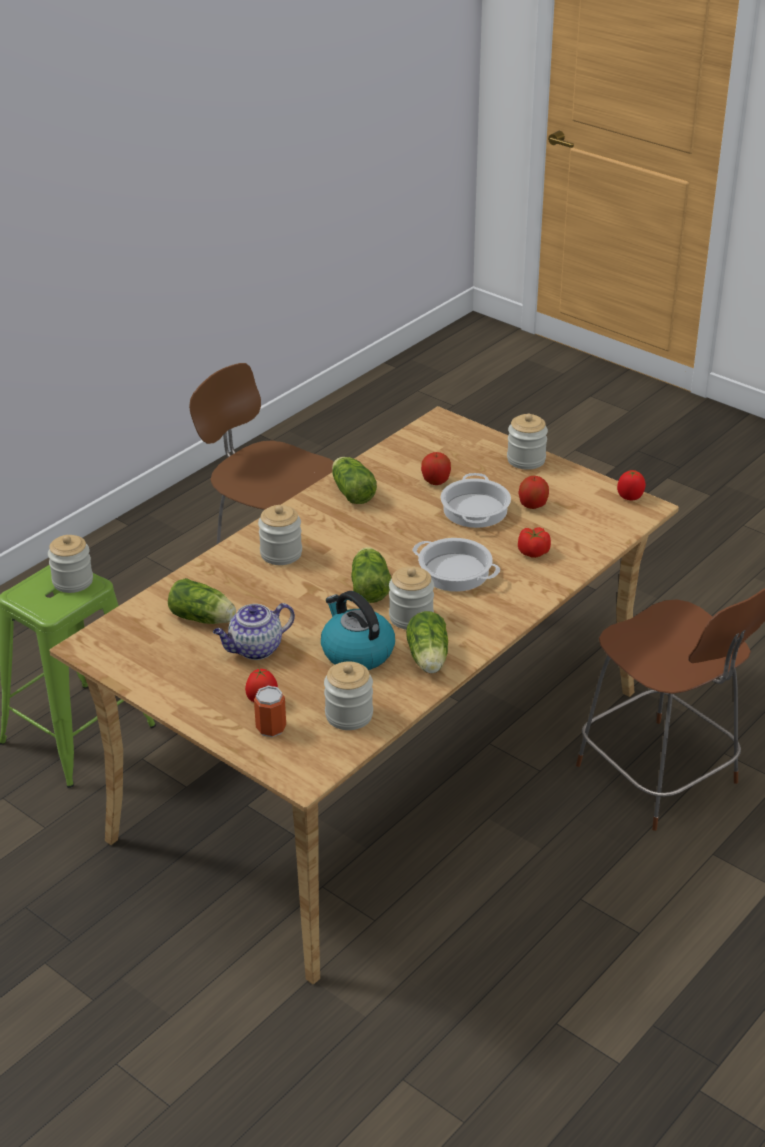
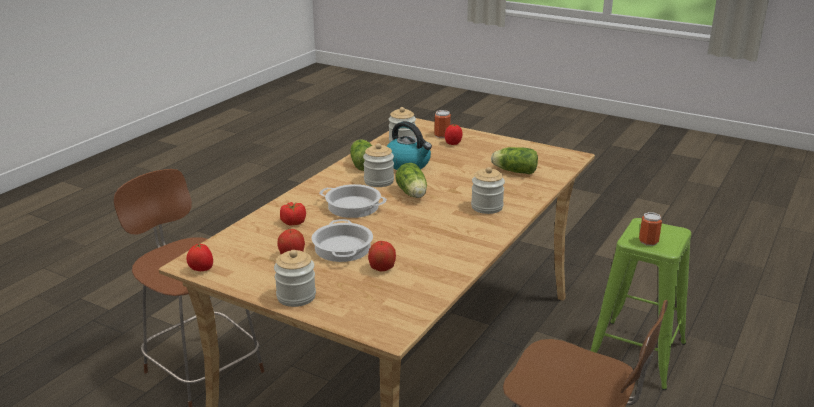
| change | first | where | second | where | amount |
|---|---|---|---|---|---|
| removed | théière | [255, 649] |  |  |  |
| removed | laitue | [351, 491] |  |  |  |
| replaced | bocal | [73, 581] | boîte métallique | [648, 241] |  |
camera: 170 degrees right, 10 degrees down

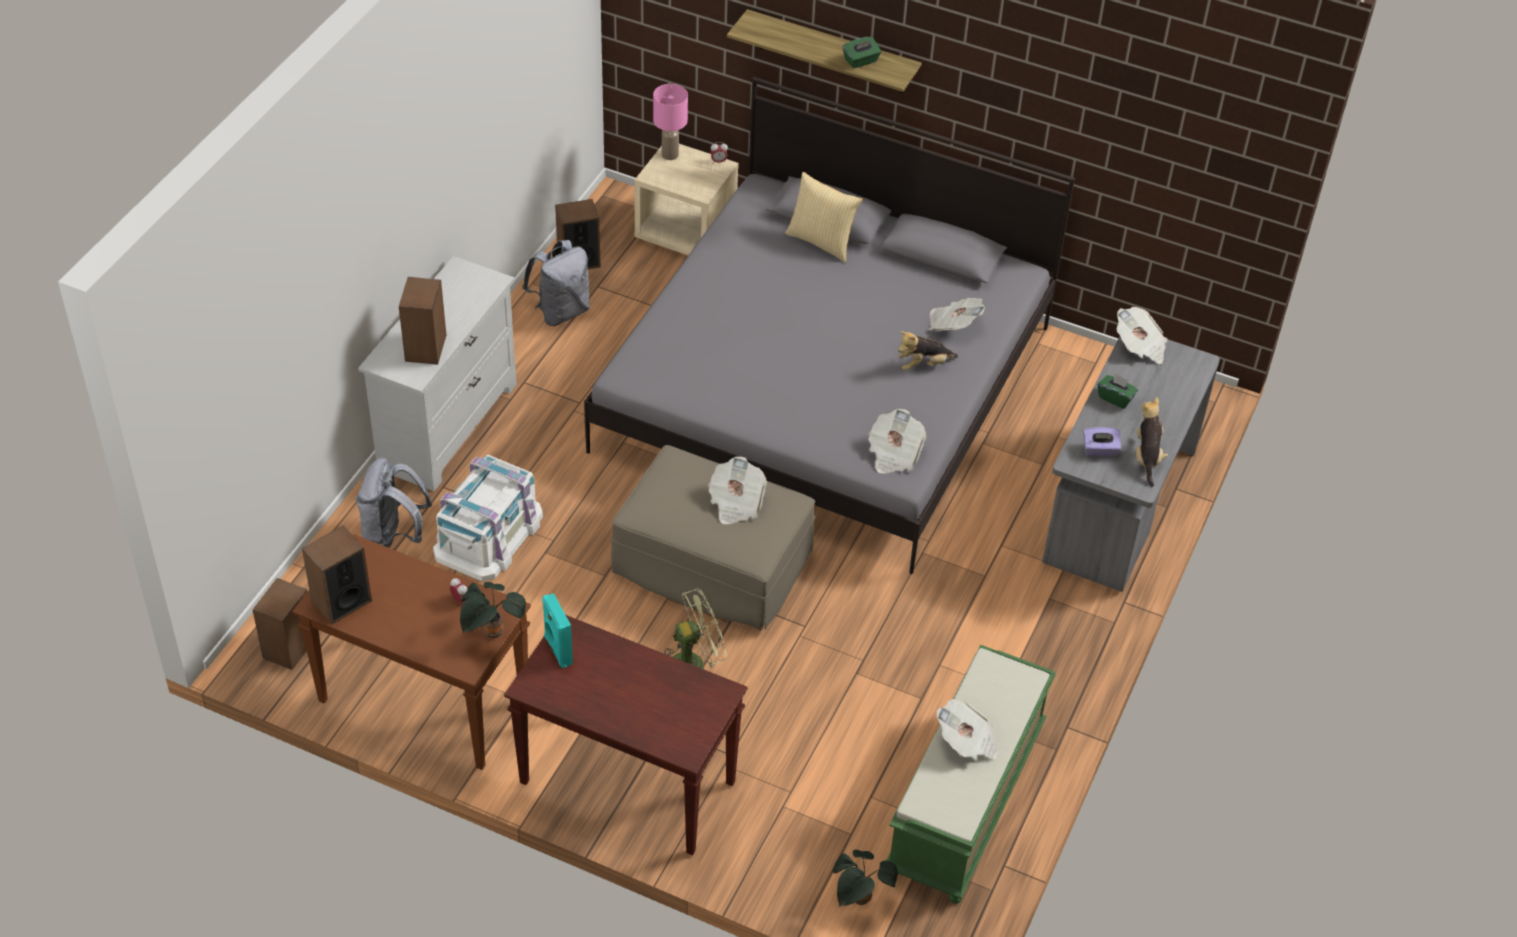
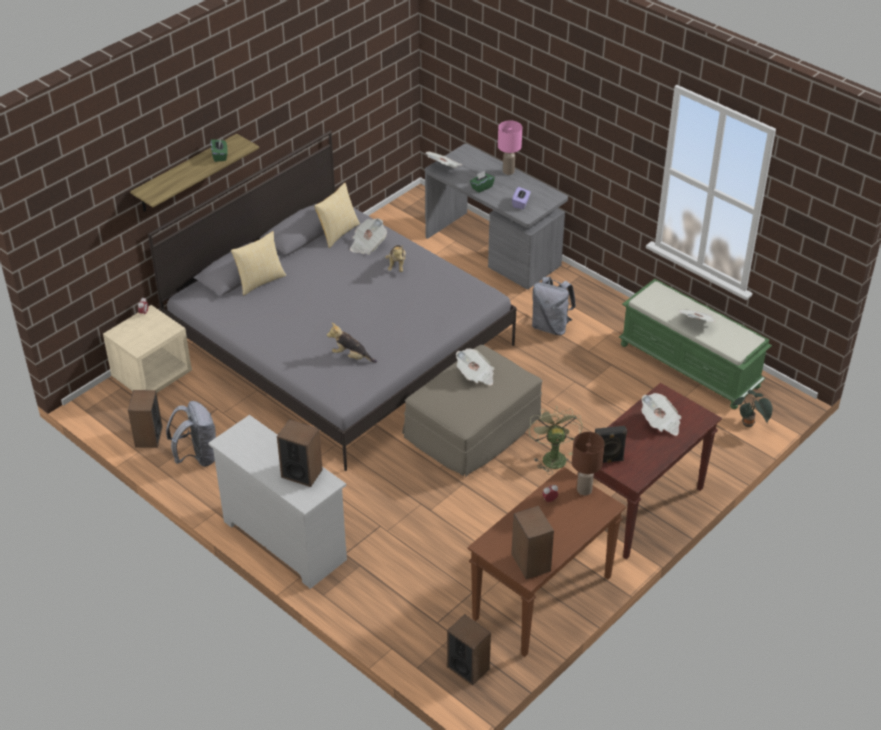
| change | first | where | second | where | amount |
|---|---|---|---|---|---|
| removed | boîte de rangement [blanc] | [488, 534] |  |  |  |
| added |  |  | coussin | [337, 233] |  |
| moved | sac à dos [gris] | [394, 536] |  | [551, 327] |  |
| moved | lampe de table [rose] | [669, 154] |  | [508, 171] |  |
| moved | journal | [893, 454] |  | [660, 423] |  |
| moved | peluche | [1147, 457] |  | [351, 356] |  |
| replaced | plante en pot | [492, 633] | lampe de table [marron] | [584, 489] |  |
| recoloured | enceinte [turquoise] | [557, 650] | enceinte [noir] | [608, 460] |  |
camera: 70 degrees left, 5 degrees down

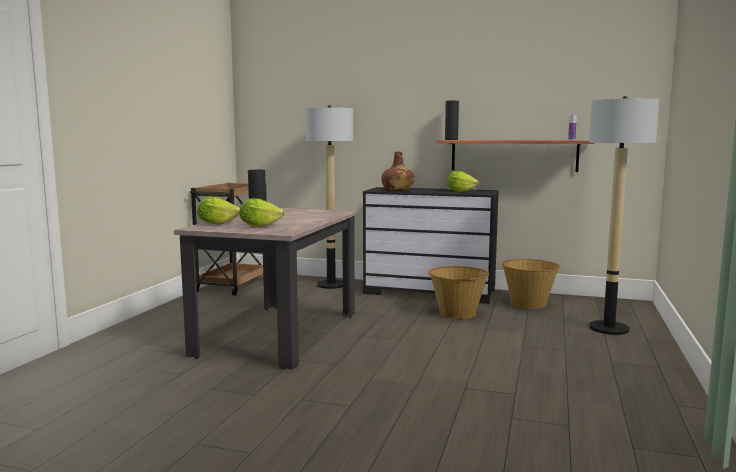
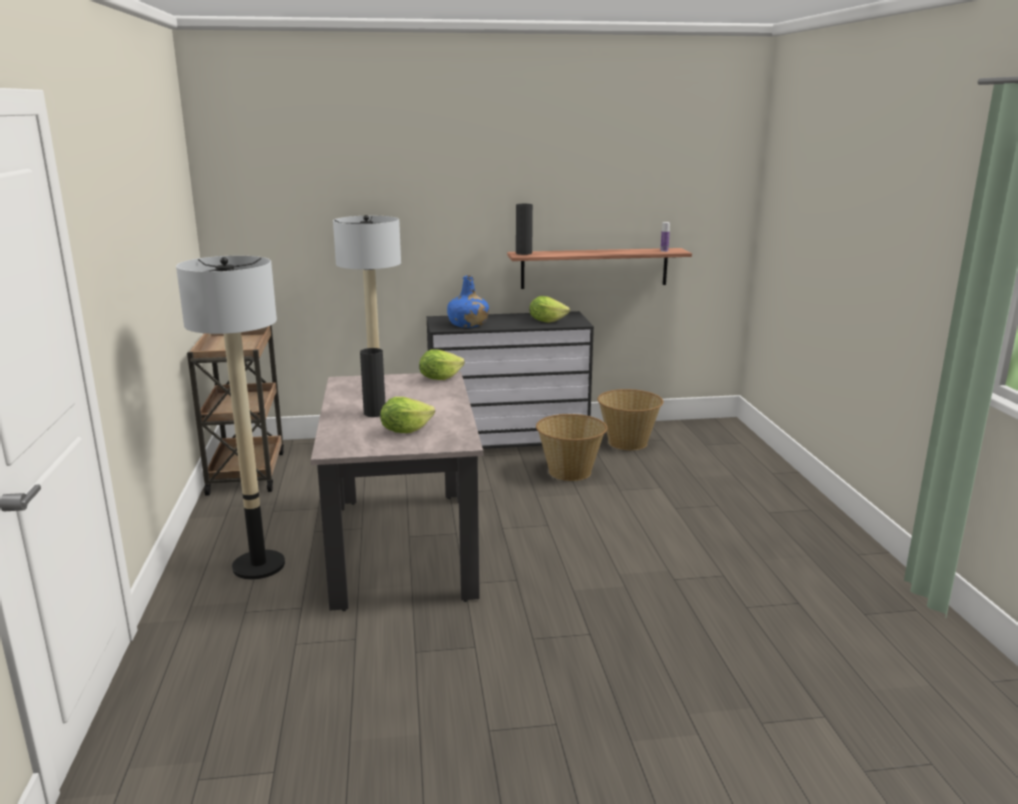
| change | first | where | second | where | amount |
|---|---|---|---|---|---|
| moved | laitue | [217, 223] |  | [439, 378] |  |
| moved | lampadaire | [609, 328] |  | [259, 565] |  |
| recoloured | bouteille [marron] | [397, 190] | bouteille [bleu] | [468, 324] |  |
camera: 25 degrees left, 10 degrees up

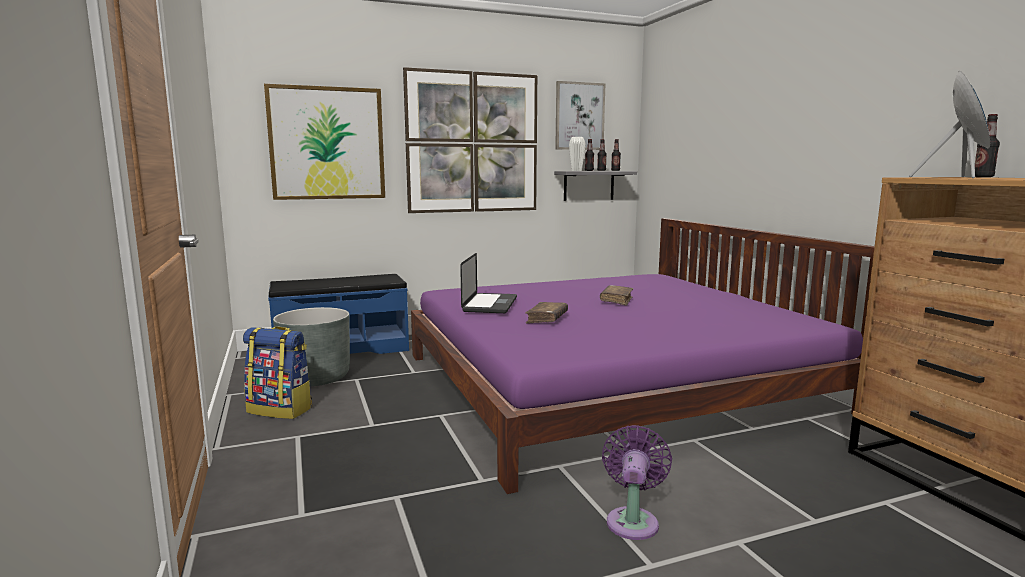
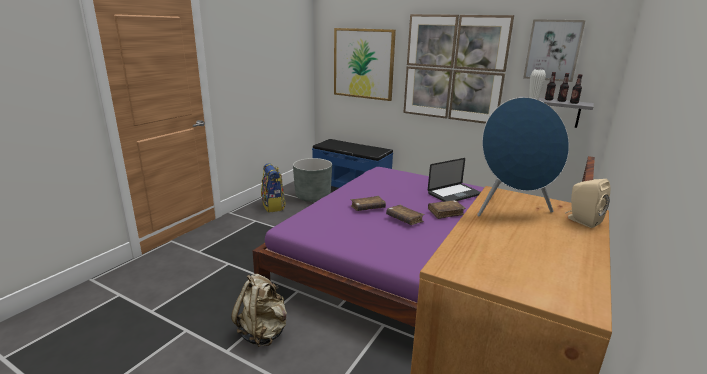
| change | first | where | second | where | amount |
|---|---|---|---|---|---|
| added |  |  | livre [marron] | [404, 219] |  |
| moved | ordinateur portable | [490, 304] |  | [454, 194] |  |
| replaced | ventilateur [violet] | [633, 520] | sac à dos [beige] | [263, 332] |  |
| replaced | bouteille | [983, 177] | enceinte [beige] | [581, 220] |  |
camera: 50 degrees right, 10 degrees up

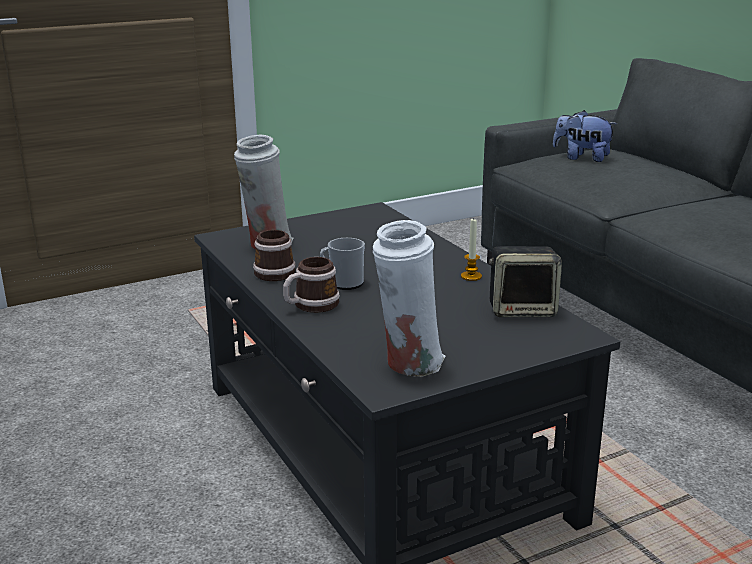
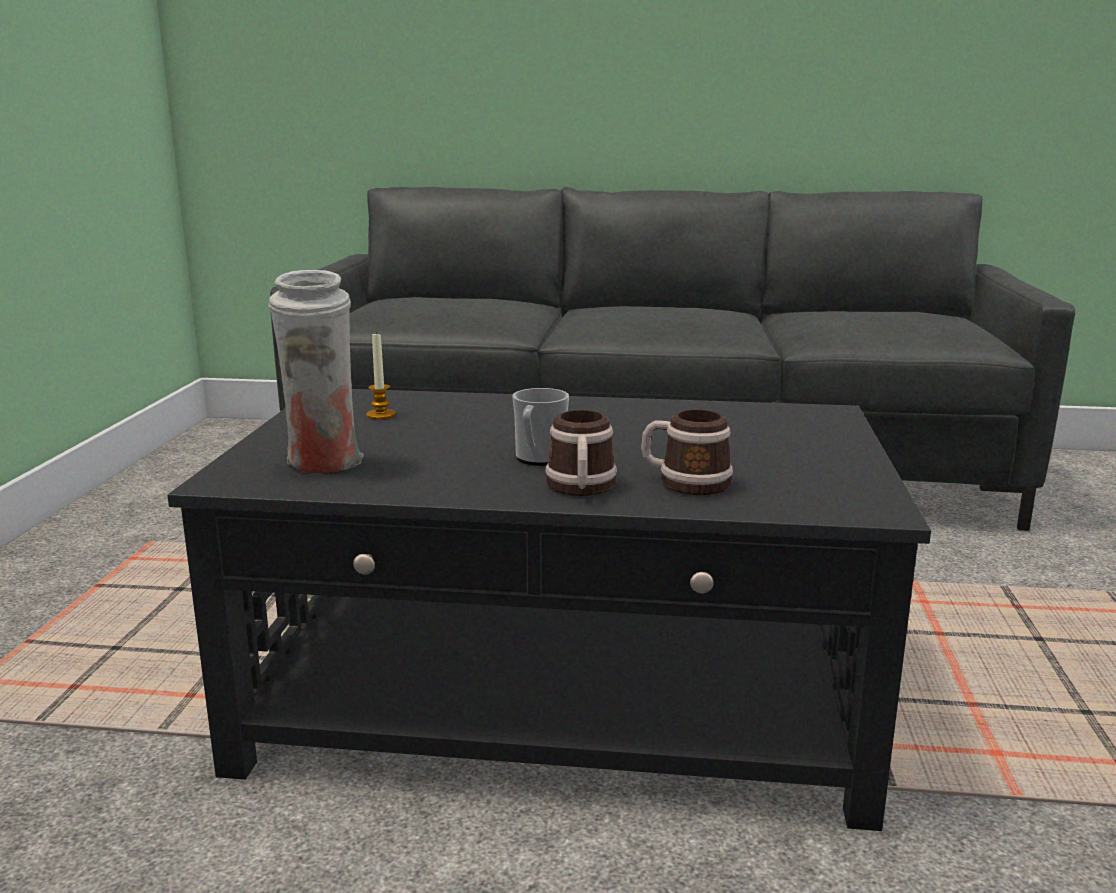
| change | first | where | second | where | amount |
|---|---|---|---|---|---|
| removed | vase [blanc] | [409, 364] |  |  |  |
| removed | enceinte | [523, 310] |  |  |  |
| removed | peluche | [582, 158] |  |  |  |
| moved | mug | [274, 271] |  | [685, 482] |  |
| moved | bougie | [471, 276] |  | [381, 415] |  |
camera: 55 degrees left, 5 degrees down

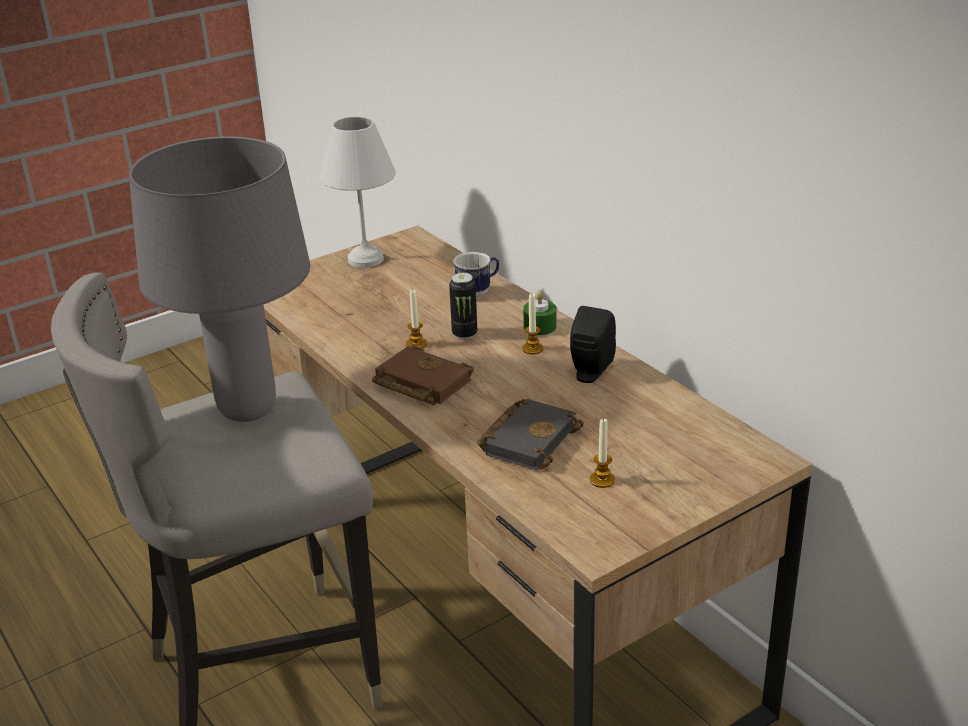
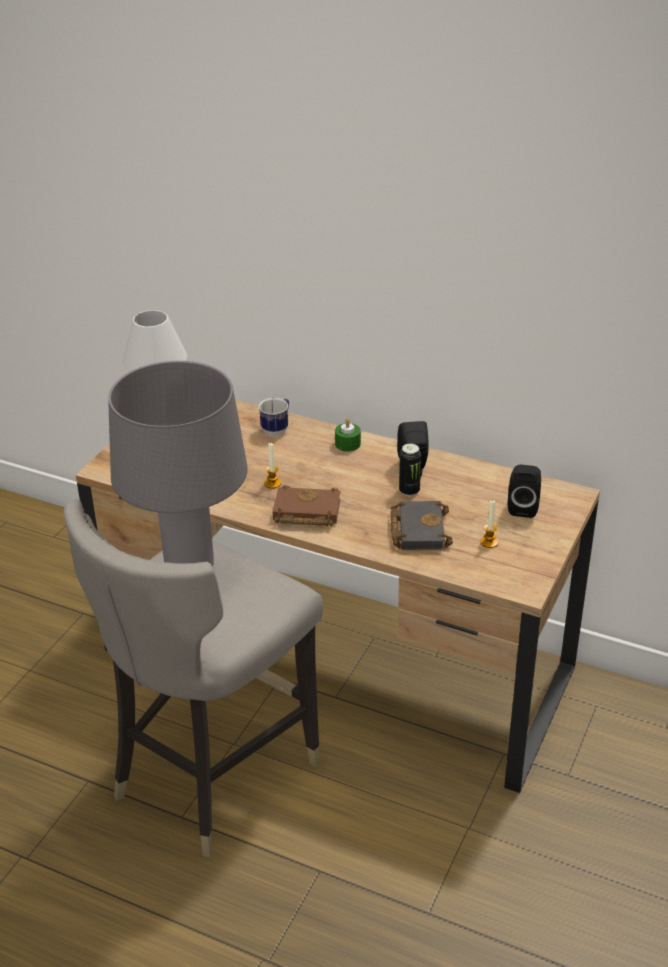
| change | first | where | second | where | amount |
|---|---|---|---|---|---|
| removed | bougie | [532, 349] |  |  |  |
| added |  |  | enceinte [noir] | [523, 507] |  |
| moved | boîte métallique | [464, 334] |  | [409, 491] |  |
camera: 30 degrees left, 5 degrees up

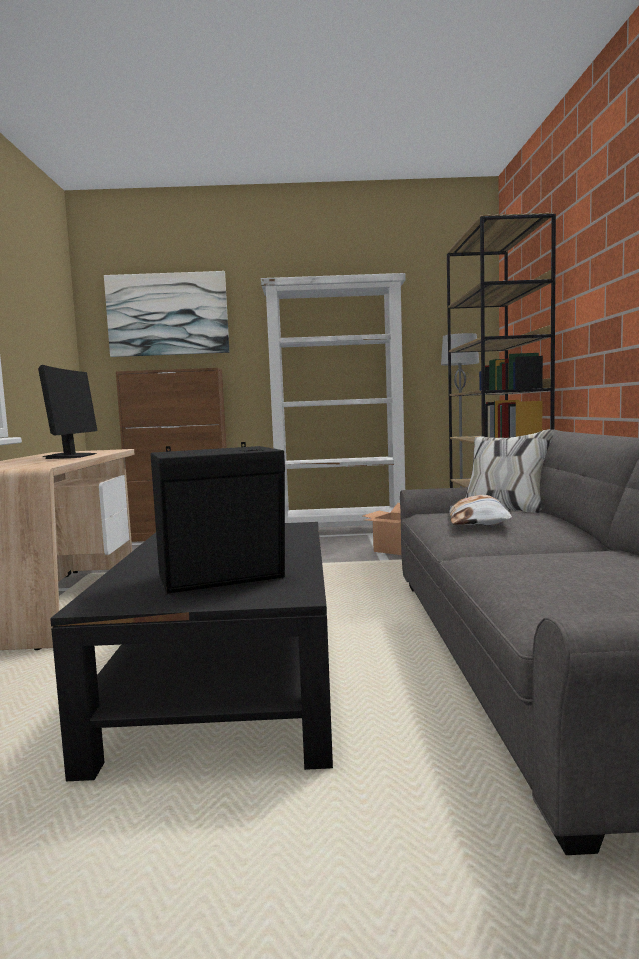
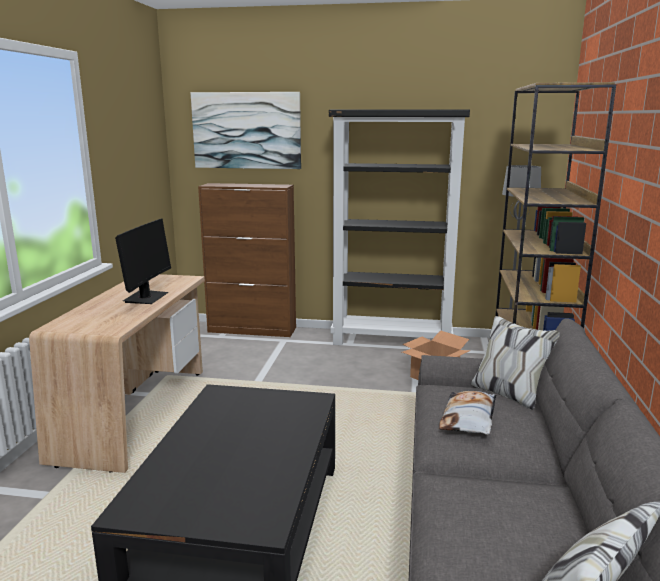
| change | first | where | second | where | amount |
|---|---|---|---|---|---|
| removed | enceinte [noir] | [224, 577] |  |  |  |
| recoloured | bibliothèque [blanc] | [342, 531] | bibliothèque [noir] | [392, 340] |  |
camera: 10 degrees right, 10 degrees up

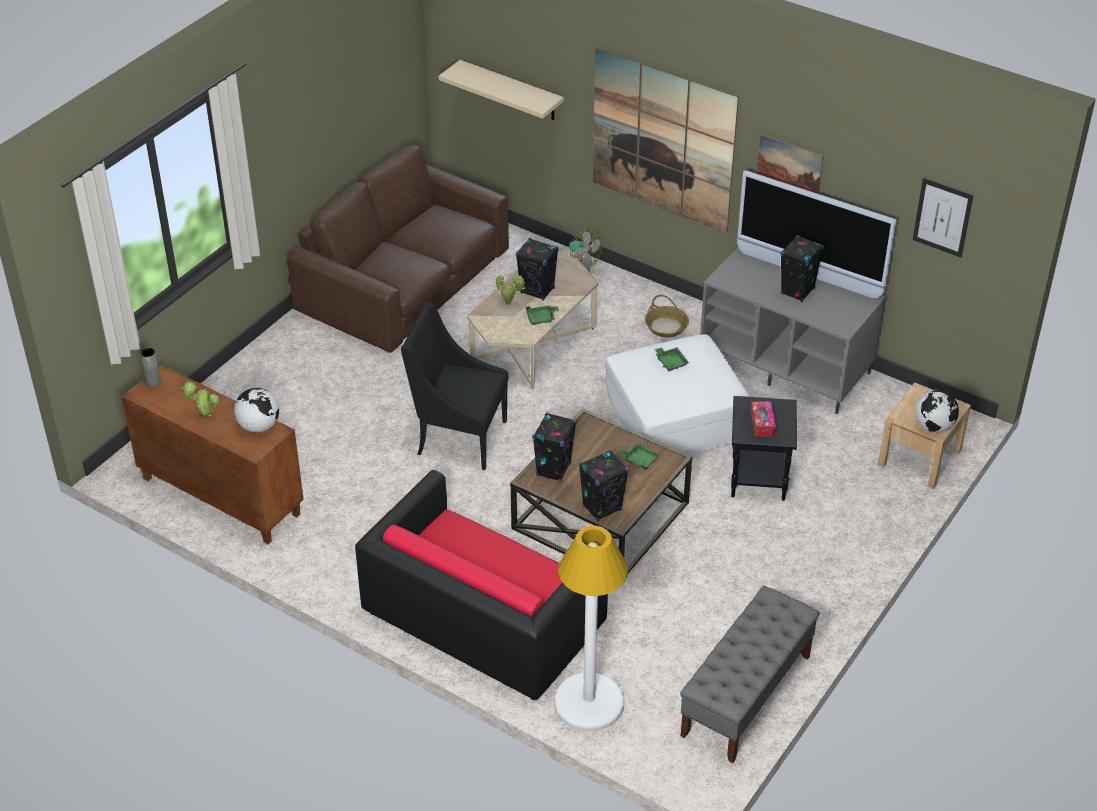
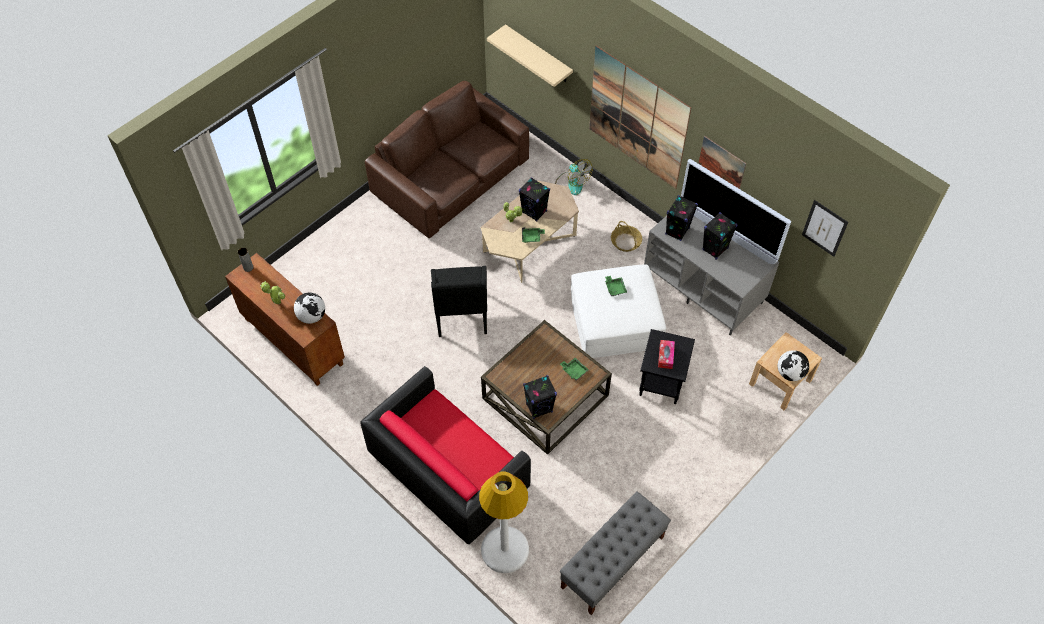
| change | first | where | second | where | amount |
|---|---|---|---|---|---|
| moved | enceinte [noir] | [553, 469] |  | [677, 231] |  |
| turned | fauteuil [noir] | [458, 437] |  | [461, 316] | 120 degrees counterclockwise |
camera: 10 degrees right, 15 degrees up

